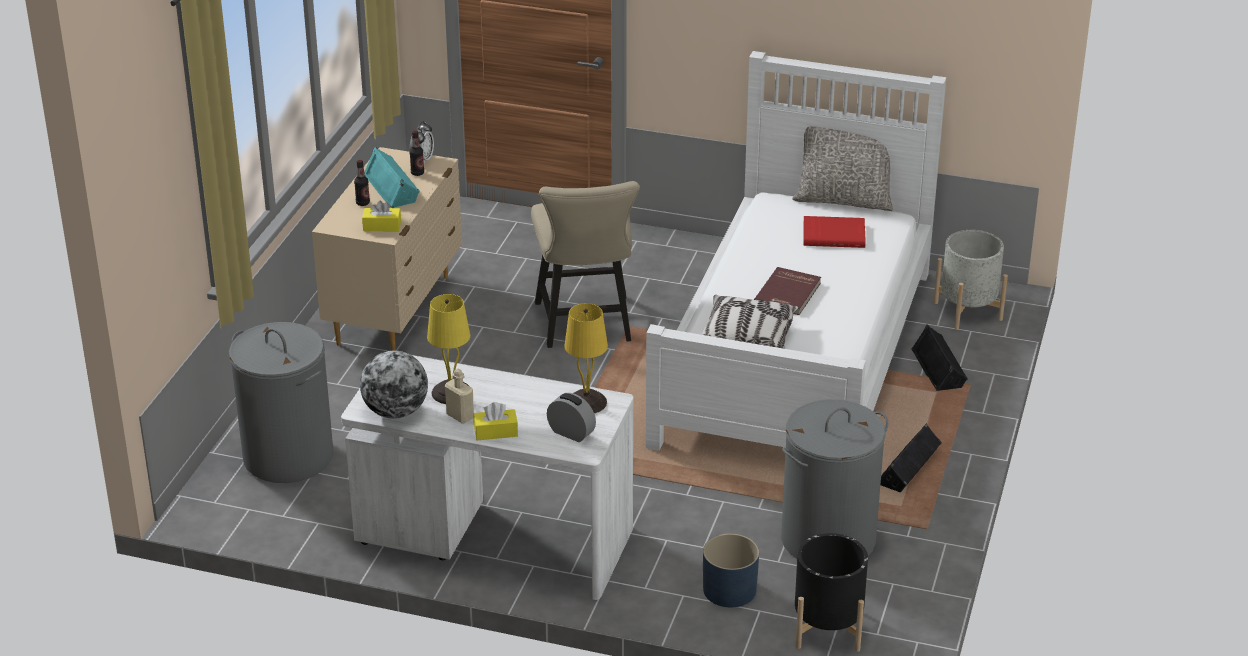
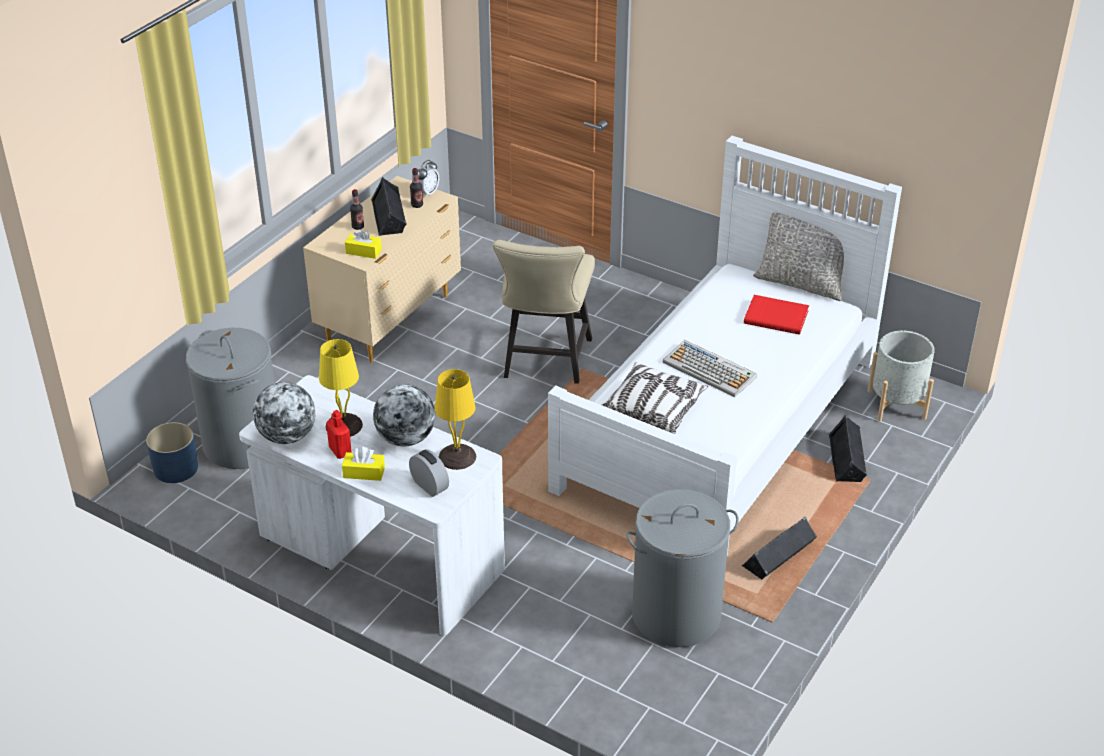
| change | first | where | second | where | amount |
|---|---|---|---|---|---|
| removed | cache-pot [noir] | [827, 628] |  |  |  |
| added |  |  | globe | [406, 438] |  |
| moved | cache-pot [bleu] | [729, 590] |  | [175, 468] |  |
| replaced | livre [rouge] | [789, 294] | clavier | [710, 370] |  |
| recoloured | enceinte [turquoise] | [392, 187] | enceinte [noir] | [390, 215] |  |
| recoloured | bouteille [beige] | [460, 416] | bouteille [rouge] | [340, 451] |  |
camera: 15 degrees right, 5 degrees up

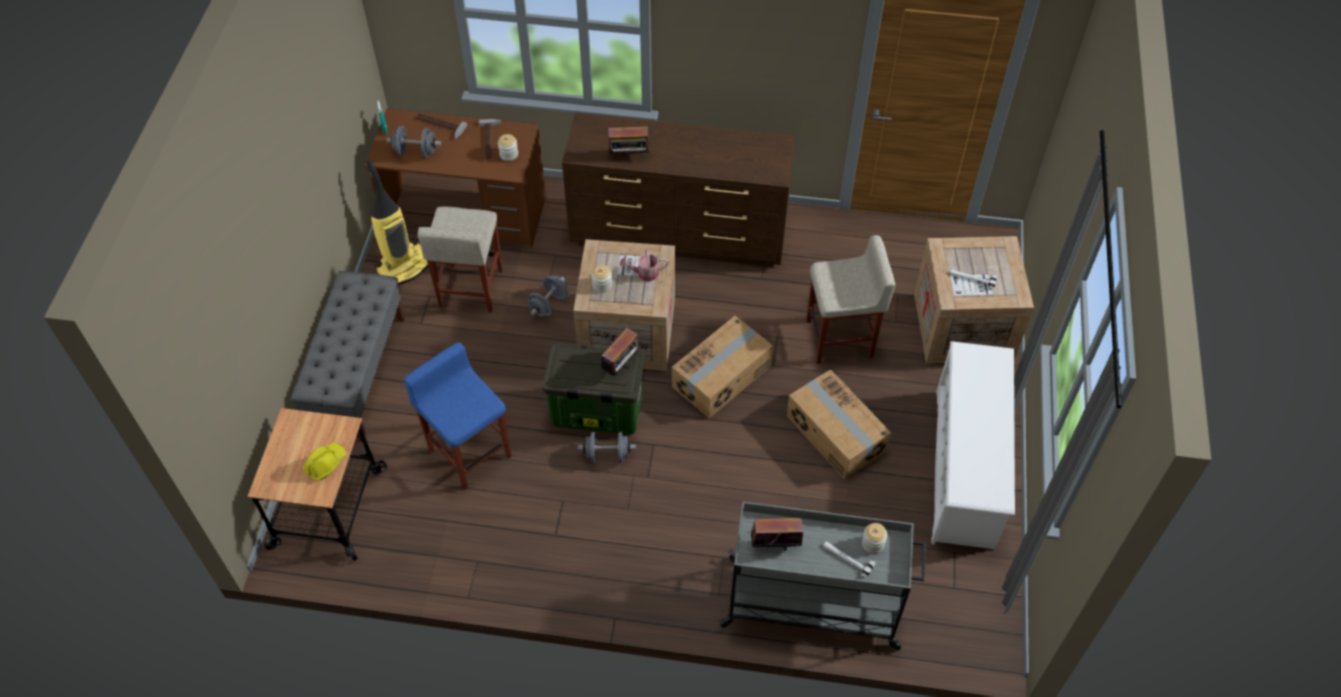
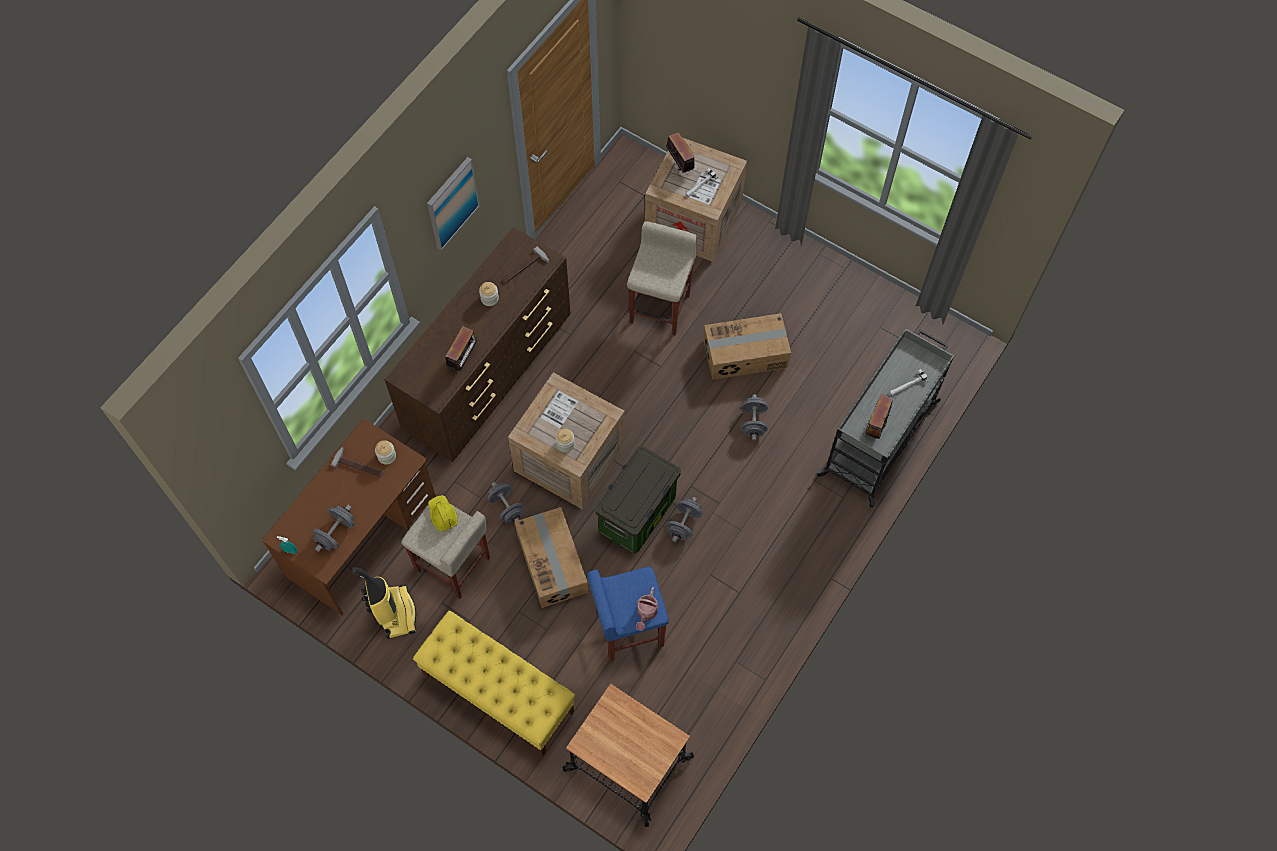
| change | first | where | second | where | amount |
|---|---|---|---|---|---|
| removed | étagère à chaussures [blanc] | [964, 468] |  |  |  |
| added |  |  | tableau | [452, 203] |  |
| added |  |  | haltère [gris] | [753, 423] |  |
| moved | casque de chantier [jaune] | [325, 463] |  | [442, 515] |  |
| moved | marteau | [439, 125] |  | [525, 268] |  |
| moved | radio | [622, 365] |  | [680, 163] |  |
| moved | arrosoir | [644, 273] |  | [646, 613] |  |
| moved | carton | [722, 377] |  | [553, 563] |  |
| moved | bocal | [872, 543] |  | [489, 298] |  |
| recoloured | banc [gris] | [358, 374] | banc [jaune] | [498, 693] |  |
camera: 65 degrees left, 10 degrees up

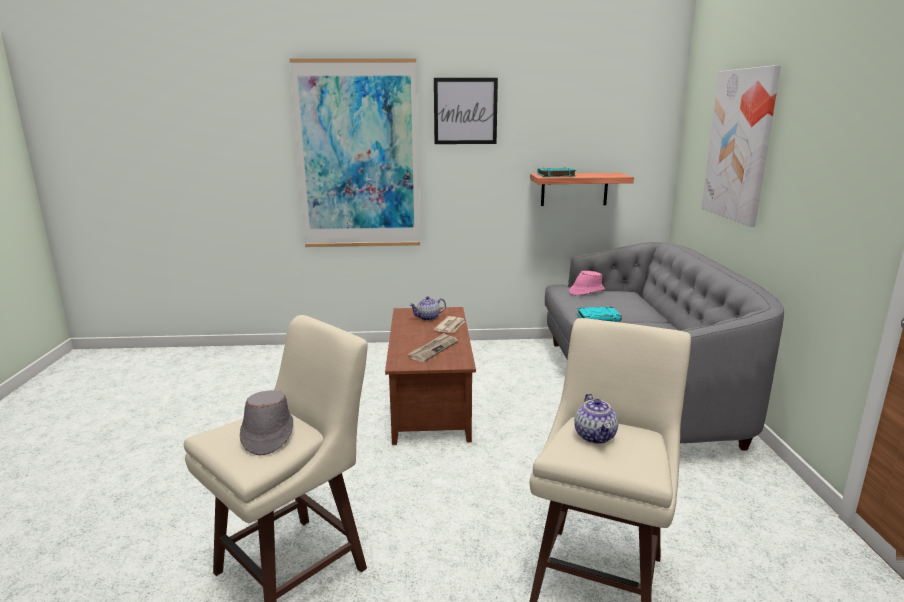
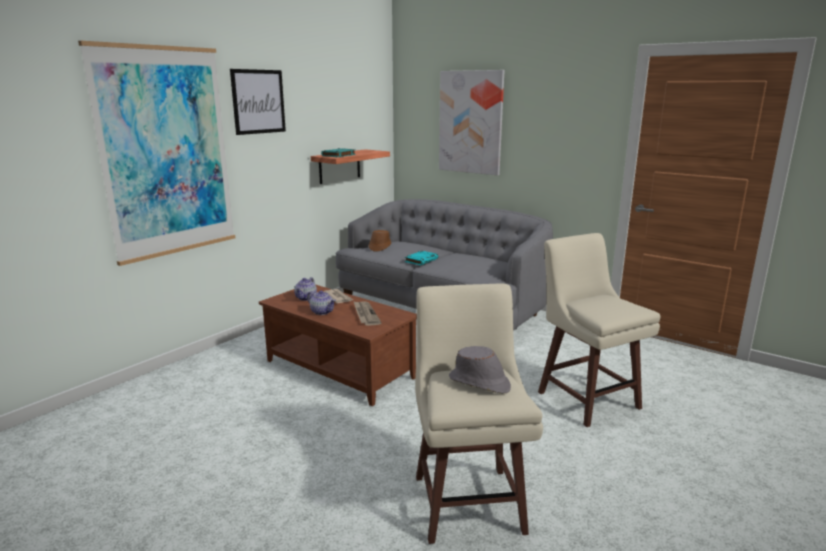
| change | first | where | second | where | amount |
|---|---|---|---|---|---|
| moved | théière | [595, 436] |  | [322, 312] |  |
| recoloured | chapeau [rose] | [586, 292] | chapeau [marron] | [379, 247] |  |
camera: 50 degrees left, 0 degrees up

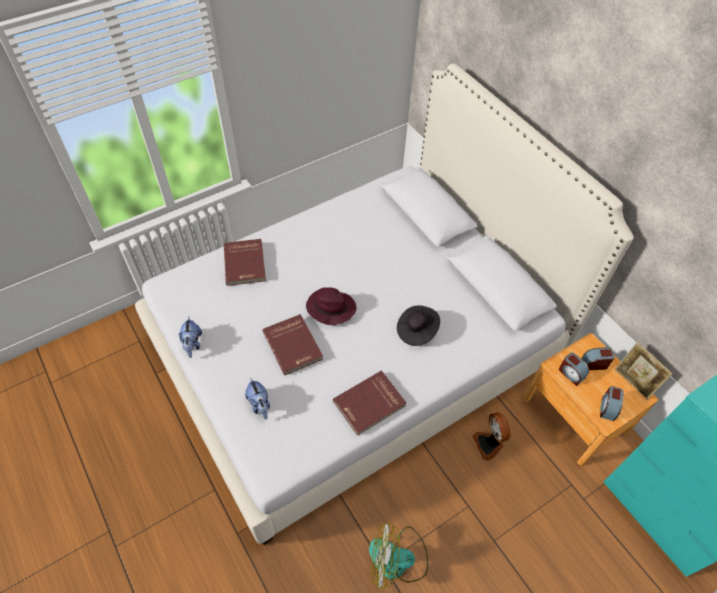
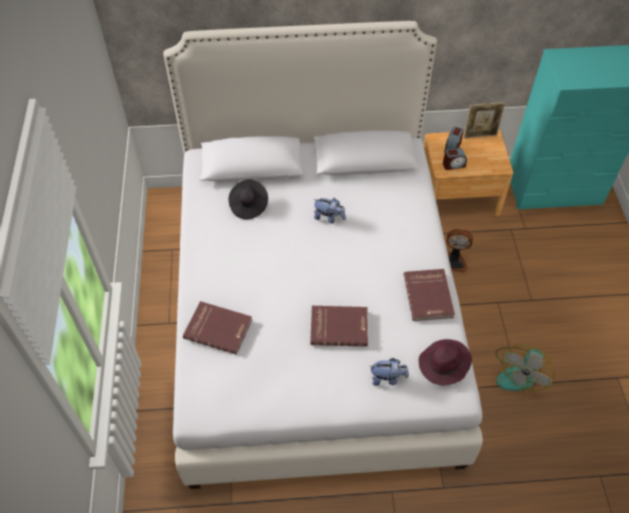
| change | first | where | second | where | amount |
|---|---|---|---|---|---|
| removed | réveil | [607, 408] |  |  |  |
| moved | peluche | [192, 344] |  | [329, 217] |  |
| moved | chapeau [violet] | [330, 308] |  | [444, 364] |  |
| moved | chapeau [noir] | [416, 331] |  | [248, 205] |  |
camera: 60 degrees left, 0 degrees up

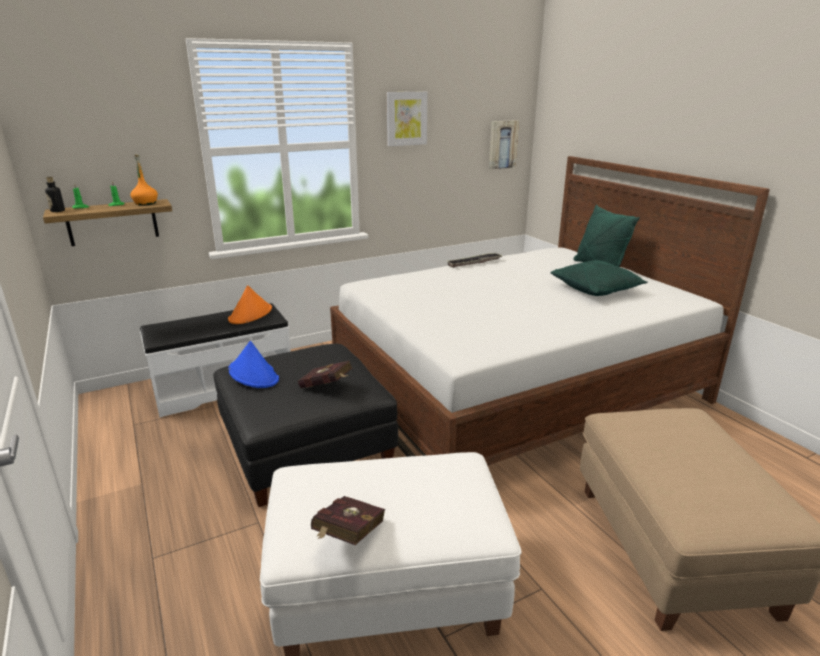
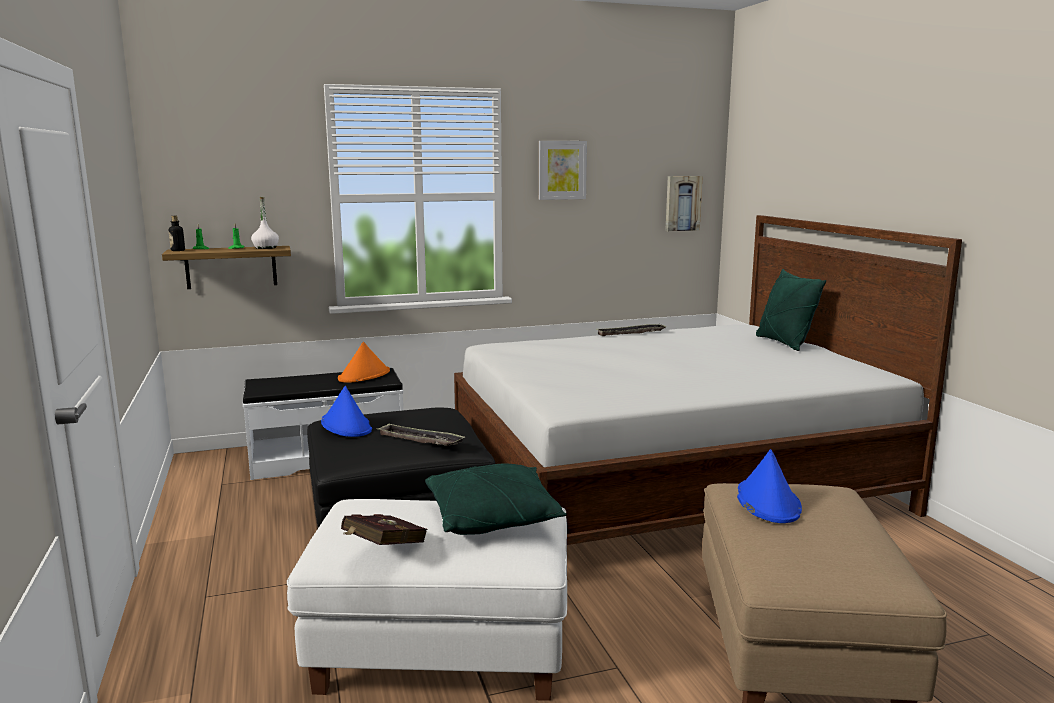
| change | first | where | second | where | amount |
|---|---|---|---|---|---|
| added |  |  | chapeau [bleu] | [767, 502] |  |
| moved | coussin [vert] | [596, 289] |  | [493, 518] |  |
| replaced | livre [rouge] | [327, 387] | plateau | [420, 440] |  |
| recoloured | bouteille [orange] | [146, 203] | bouteille [blanc] | [266, 248] |  |
camera: 10 degrees right, 10 degrees down

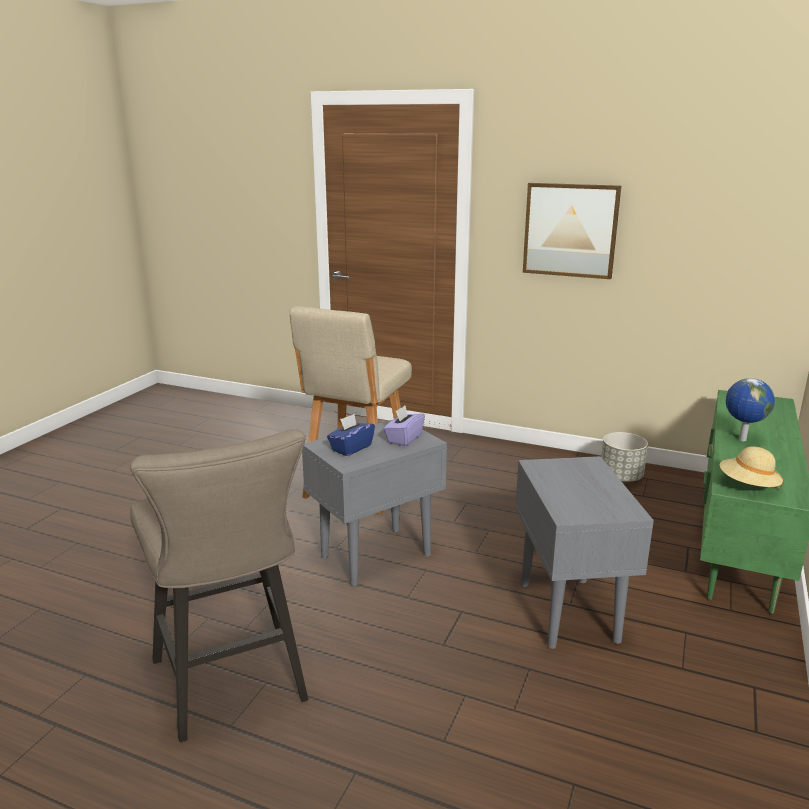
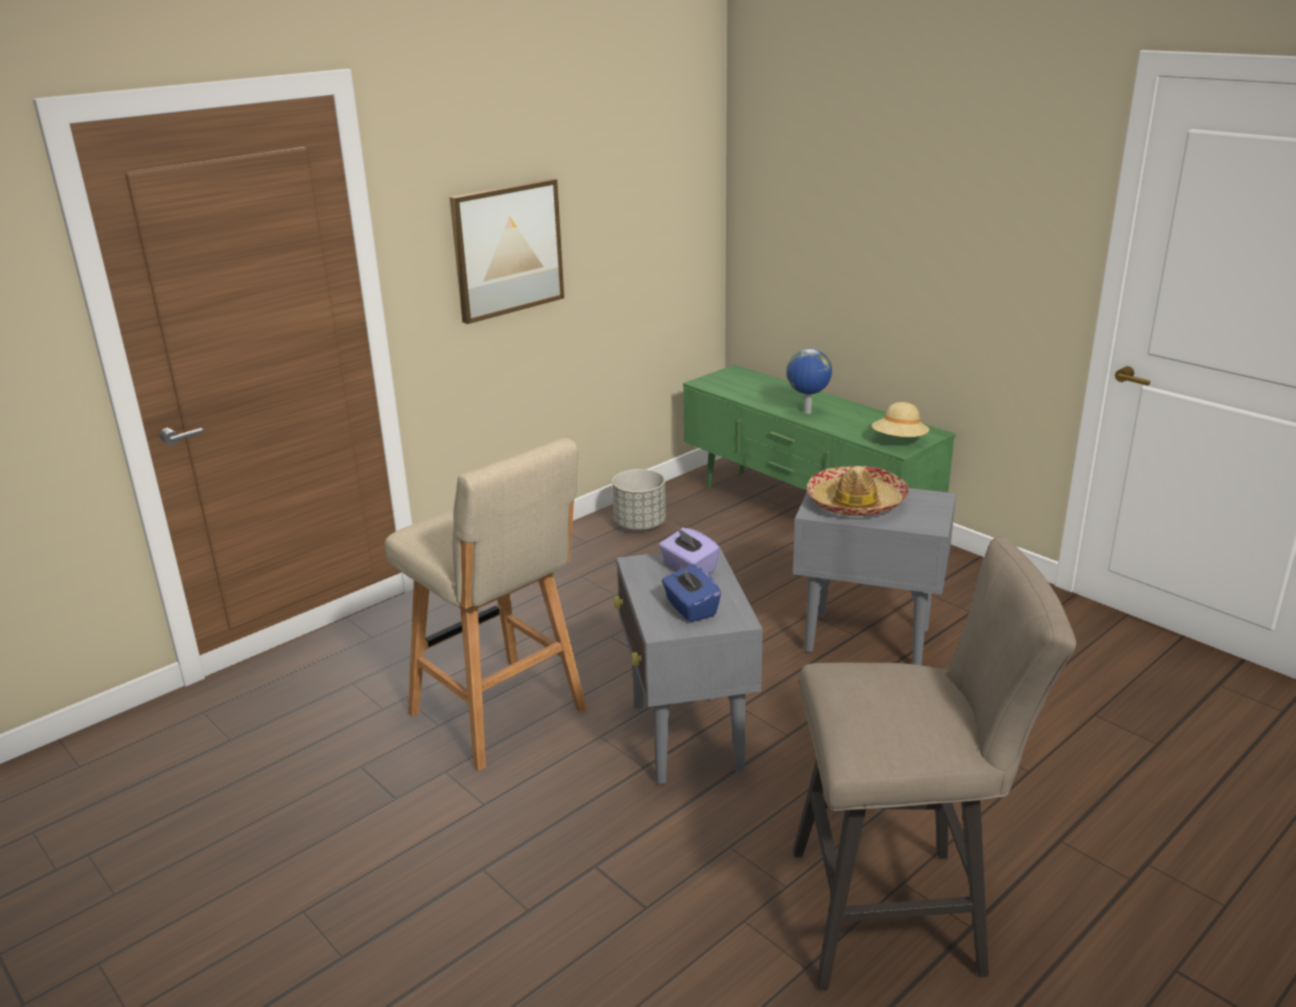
| change | first | where | second | where | amount |
|---|---|---|---|---|---|
| added |  |  | chapeau | [856, 502] |  |
camera: 65 degrees left, 5 degrees up

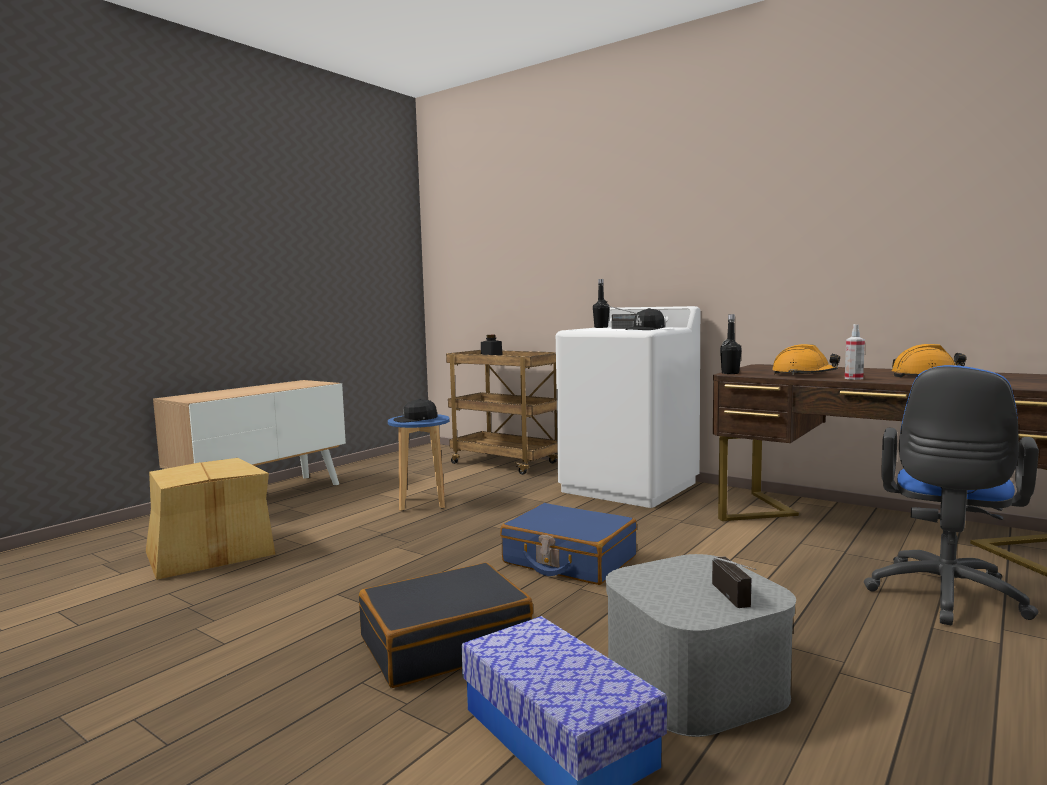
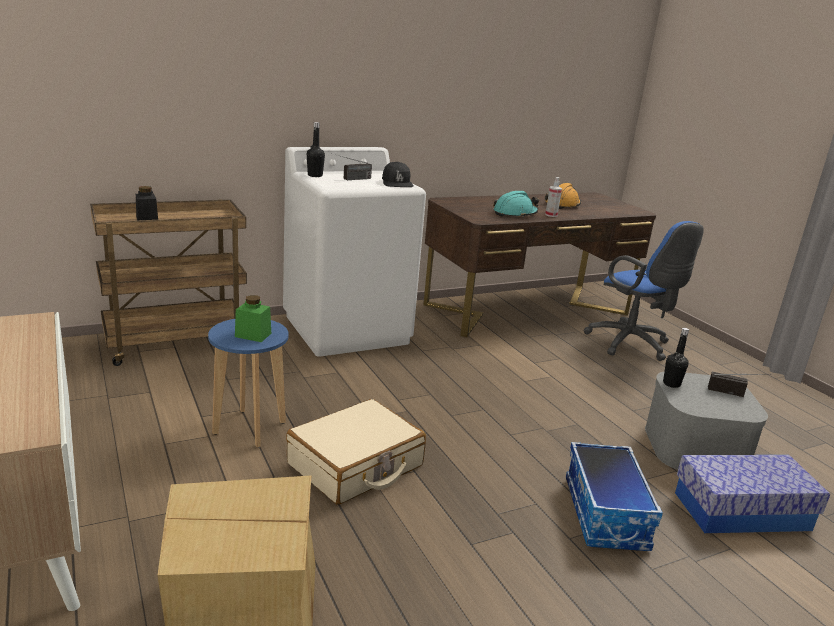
| change | first | where | second | where | amount |
|---|---|---|---|---|---|
| removed | valise [bleu] | [569, 560] |  |  |  |
| added |  |  | valise [beige] | [356, 465] |  |
| moved | bouteille [noir] | [730, 373] |  | [671, 384] |  |
| replaced | valise [noir] | [445, 643] | boîte de rangement | [606, 514] |  |
| replaced | casquette [noir] | [415, 419] | bocal [vert] | [253, 335] |  |
| recoloured | casque de chantier [orange] | [803, 374] | casque de chantier [turquoise] | [515, 214] |  |
camera: 65 degrees left, 15 degrees up

